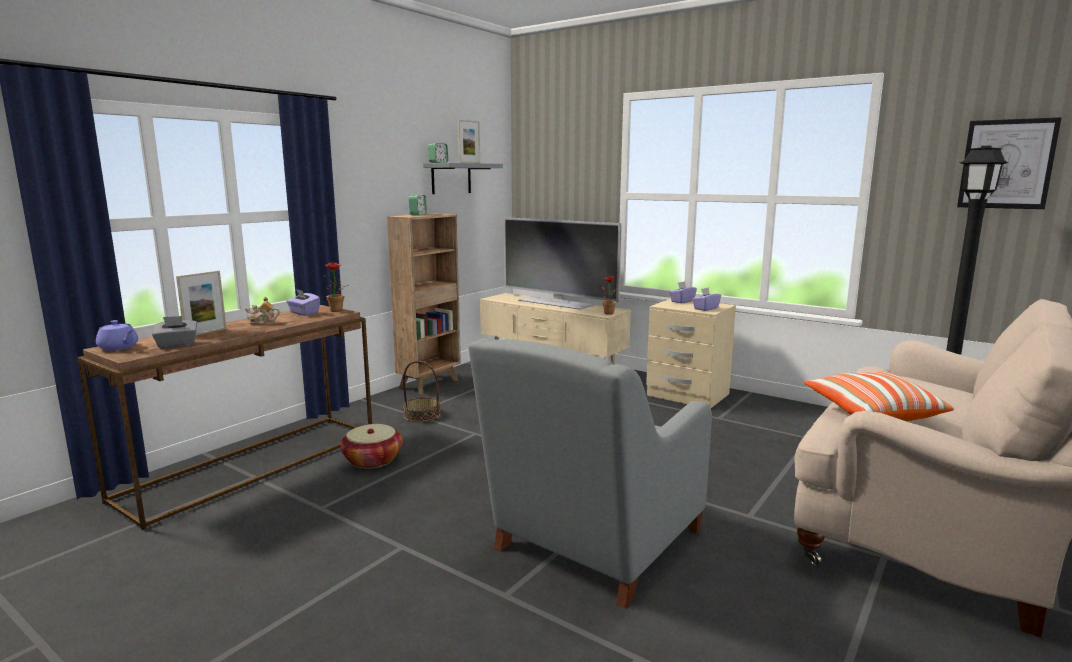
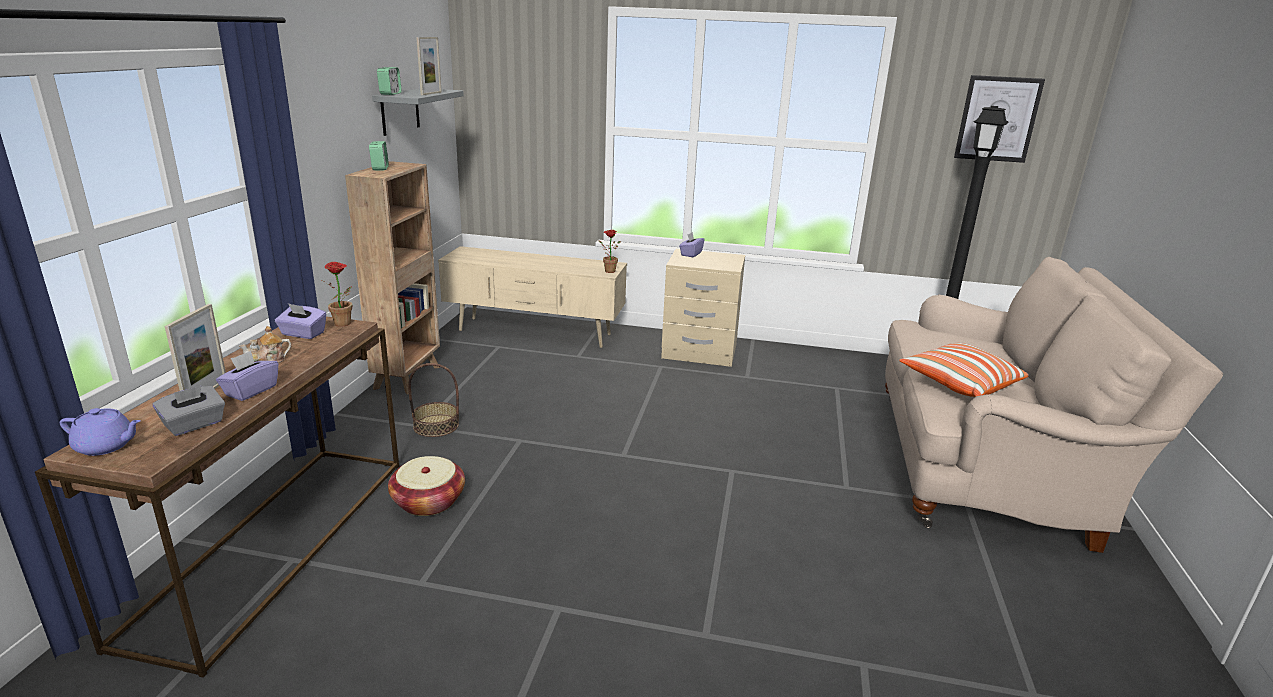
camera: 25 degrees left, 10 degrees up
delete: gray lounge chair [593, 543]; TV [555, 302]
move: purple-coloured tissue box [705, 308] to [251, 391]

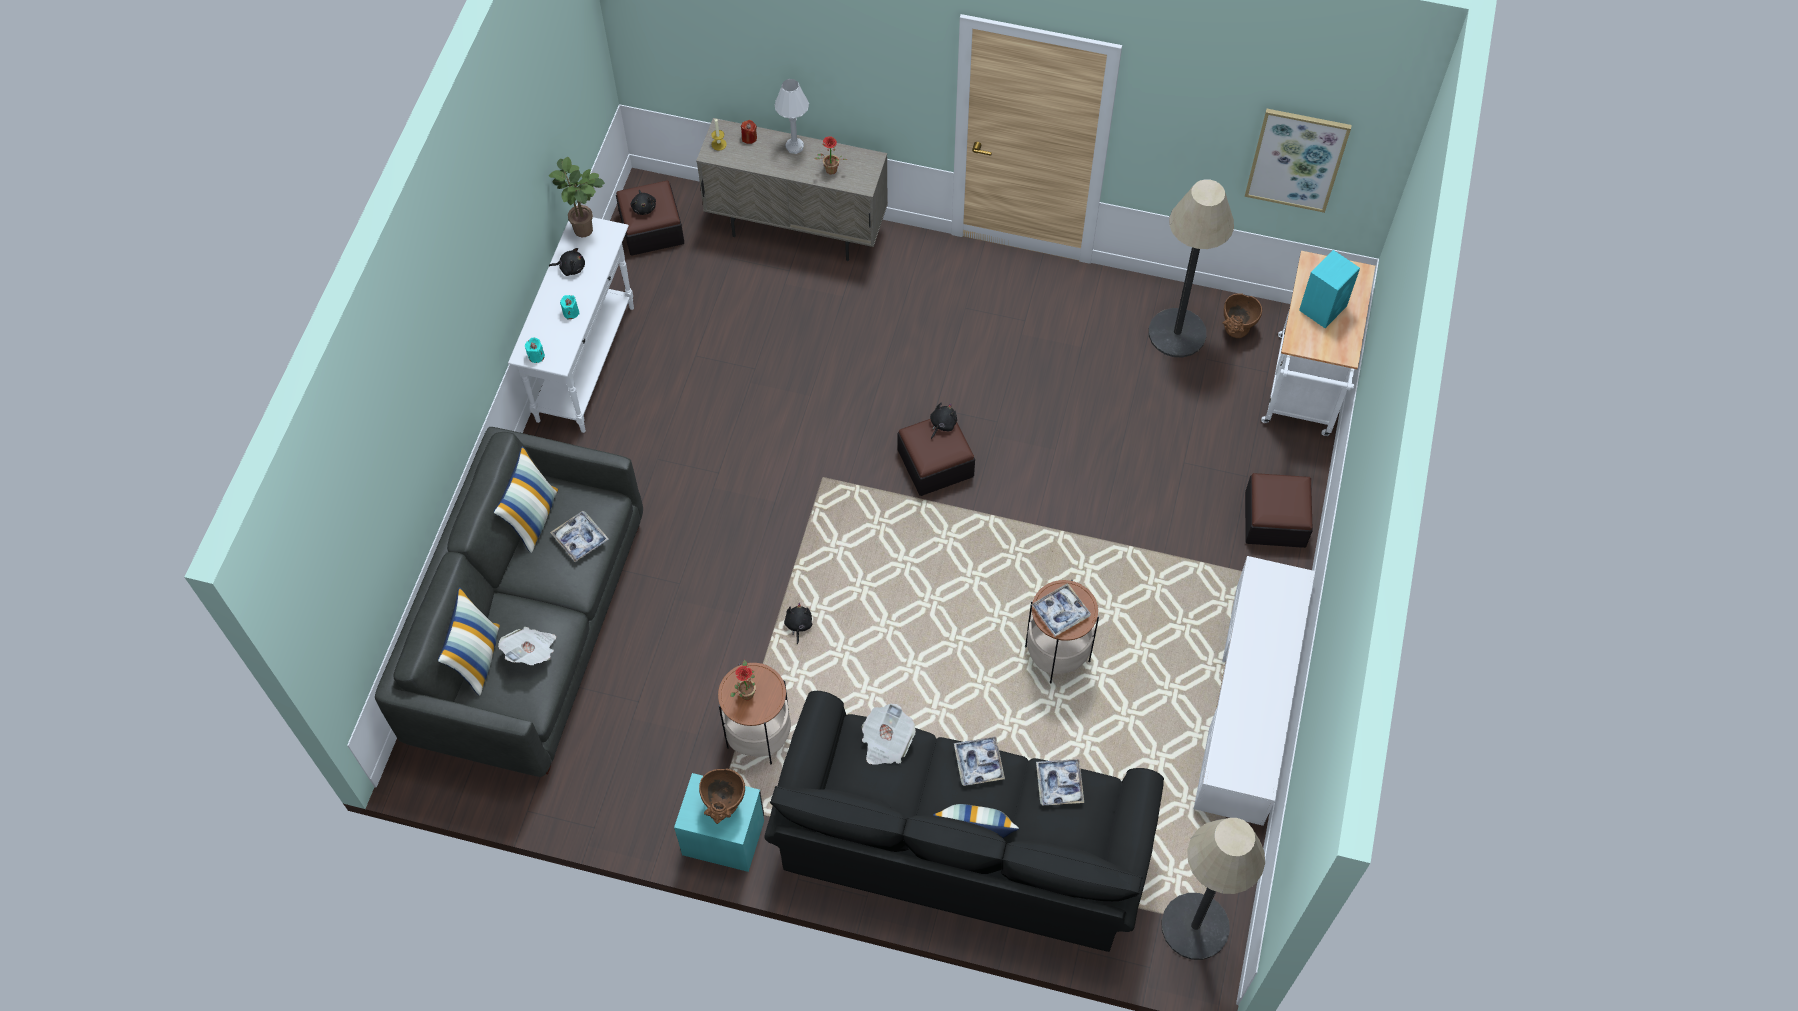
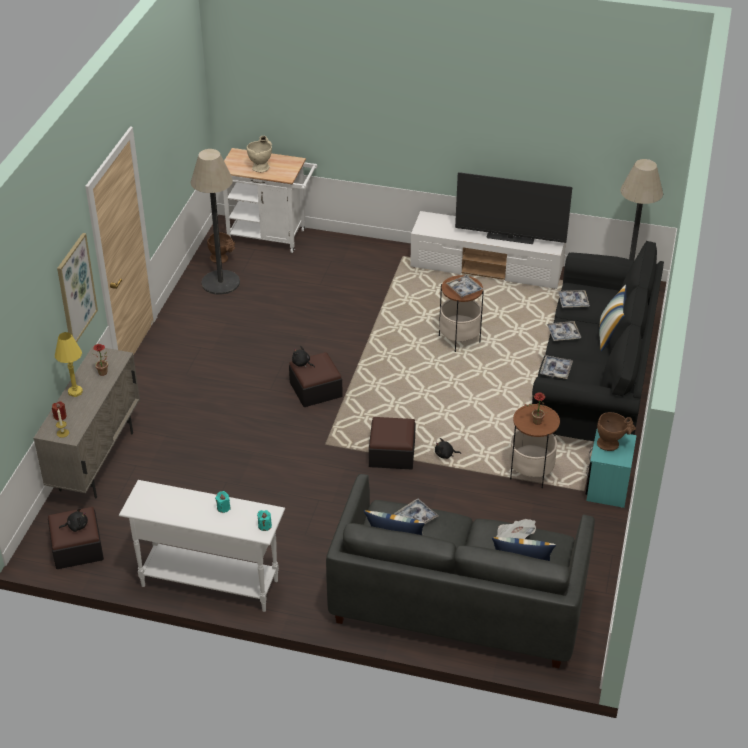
camera: 90 degrees left, 20 degrees down
delete: plant in a pot [586, 231]; blackish cuddly toy [571, 267]
insert: TV [510, 239]
move: picture [1296, 159] to [76, 289]; pouffe [1275, 519] to [392, 453]
replace: printed paper [886, 742] to carrying tray [556, 370]; turquoise-coloured audio speaker [1323, 307] to beige flower vase [261, 166]
recolor: whitish tabletop lamp [794, 146] to yellow-coloured tabletop lamp [75, 392]

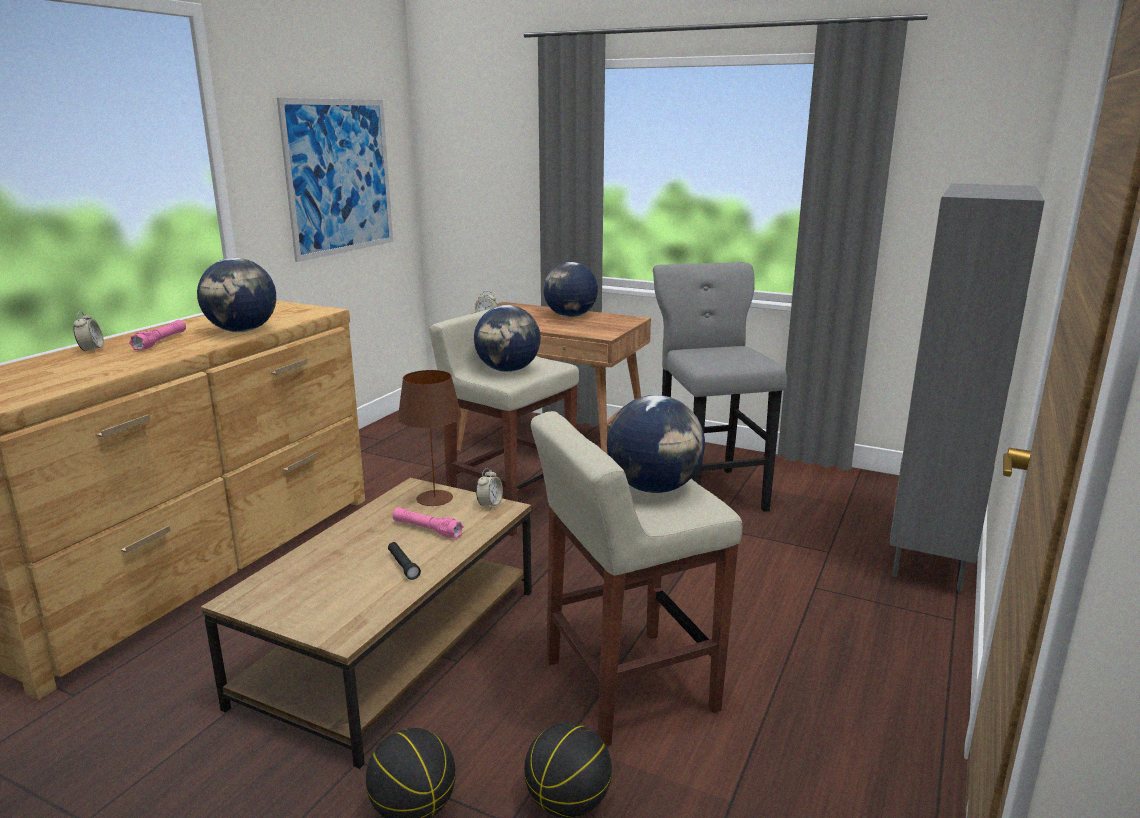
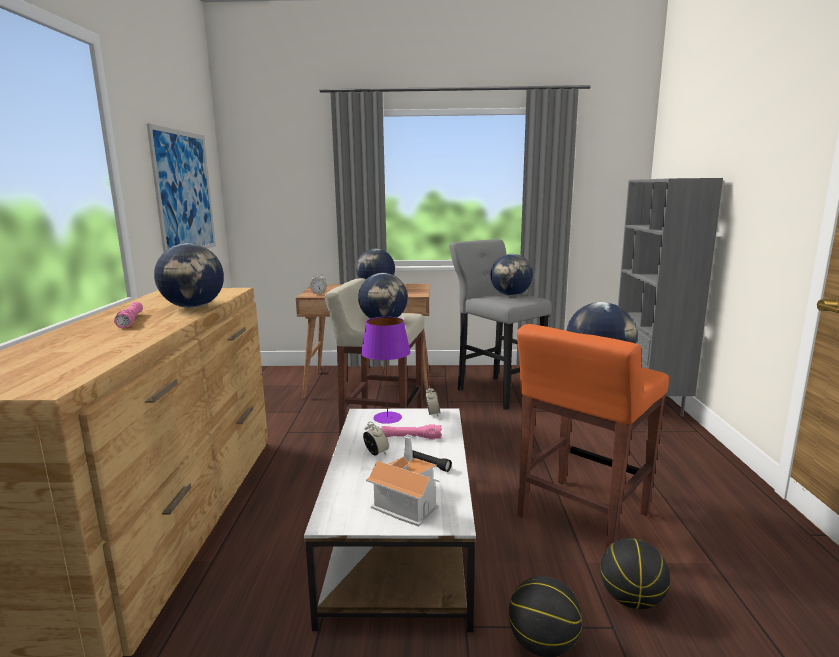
camera: 25 degrees left, 5 degrees down
insert: model house [406, 500]; world globe [511, 295]
move: bedside clock [91, 350] to [376, 453]
recolor: brown low table [394, 643] to whitish low table [399, 536]; brown tabletop lamp [434, 498] to purple-coloured tabletop lamp [387, 418]; beige stool [626, 686] to orange stool [581, 516]

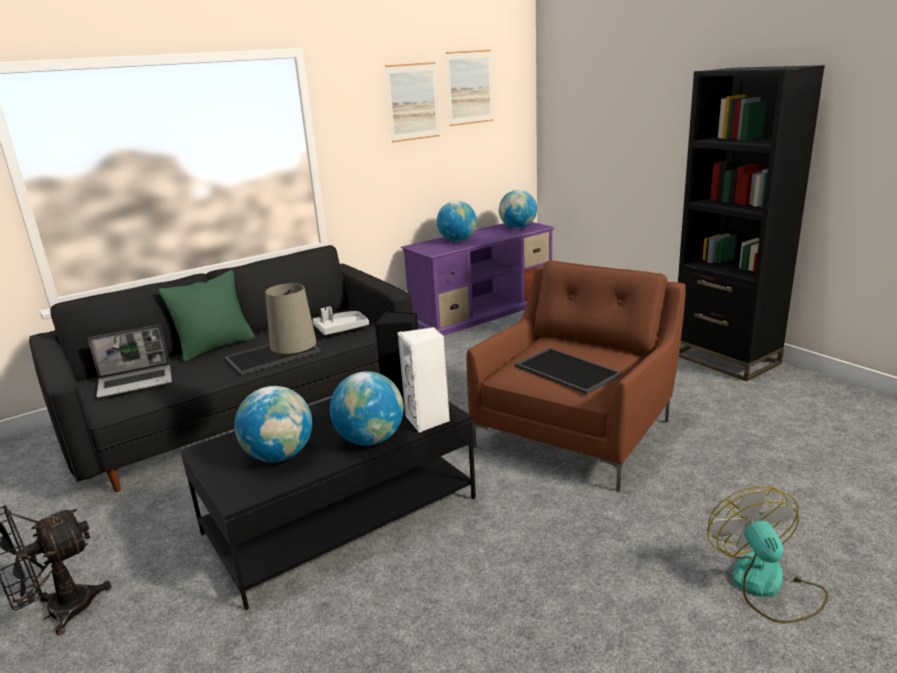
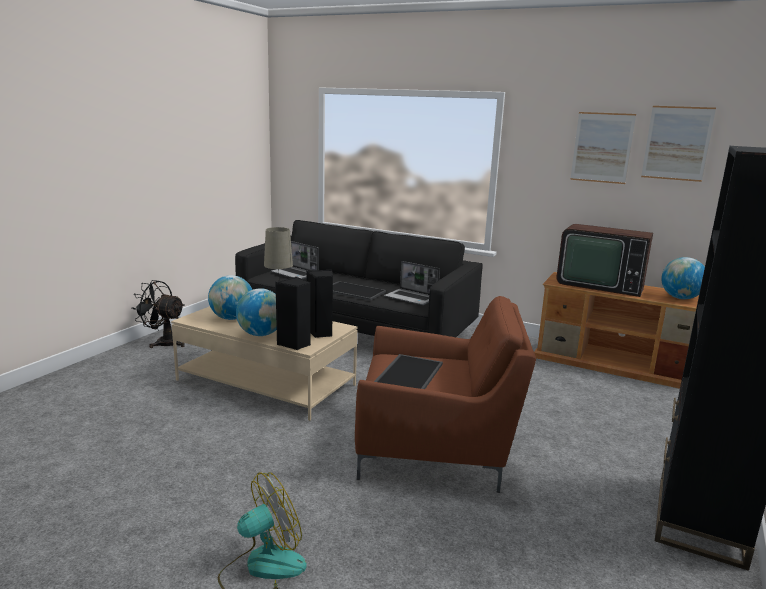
camera: 60 degrees right, 5 degrees down
delete: greenish throw pillow [215, 347]
replace: gray carrying tray [341, 329] to notebook computer [412, 298]; world globe [457, 241] to TV [599, 284]
recolor: blackish low table [341, 515] to beige low table [266, 383]; whitish audio speaker [428, 420] to blackish audio speaker [294, 344]; purple-coloured media console [484, 310] to brown media console [616, 364]

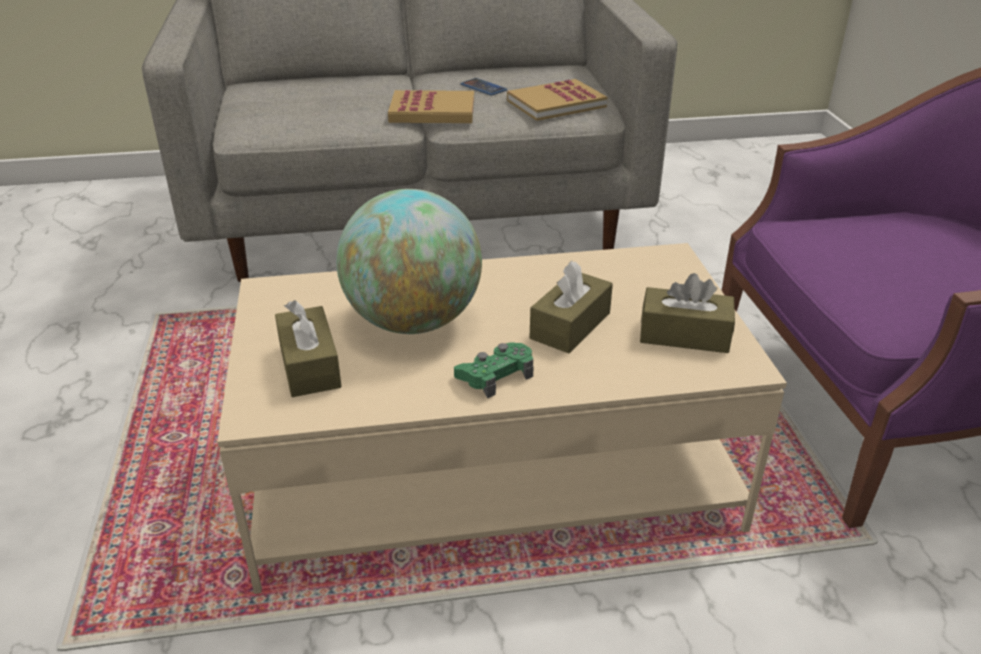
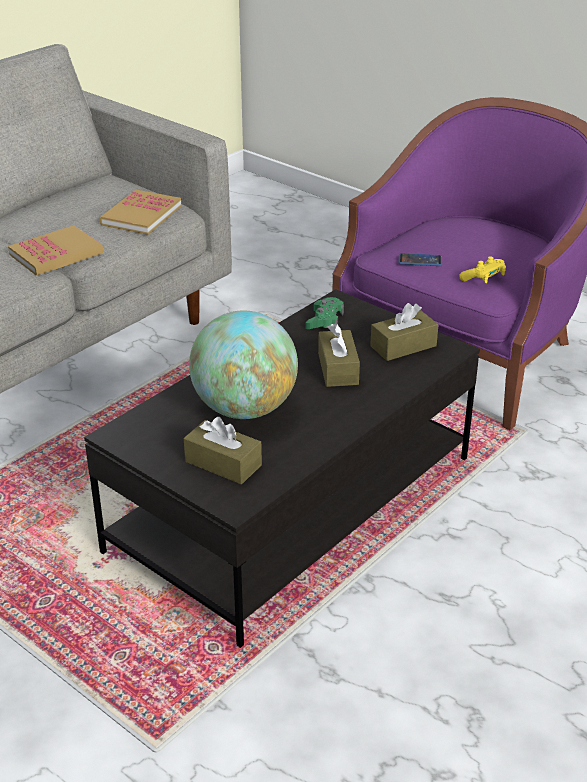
camera: 40 degrees left, 0 degrees up
insert: yellow-coloured gamepad [483, 278]
move: greenish gamepad [495, 375] to [325, 320]; phone [483, 87] to [420, 260]
recolor: beige low table [491, 471] to blackish low table [293, 503]

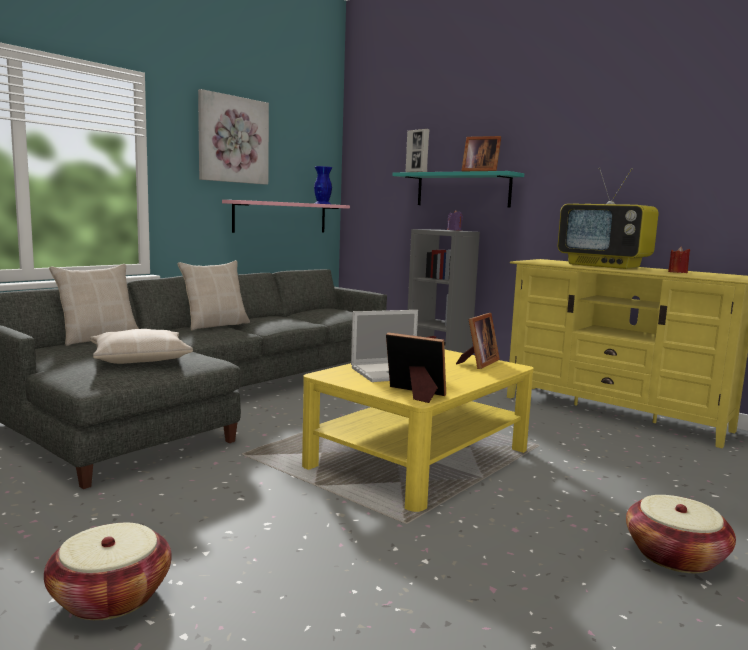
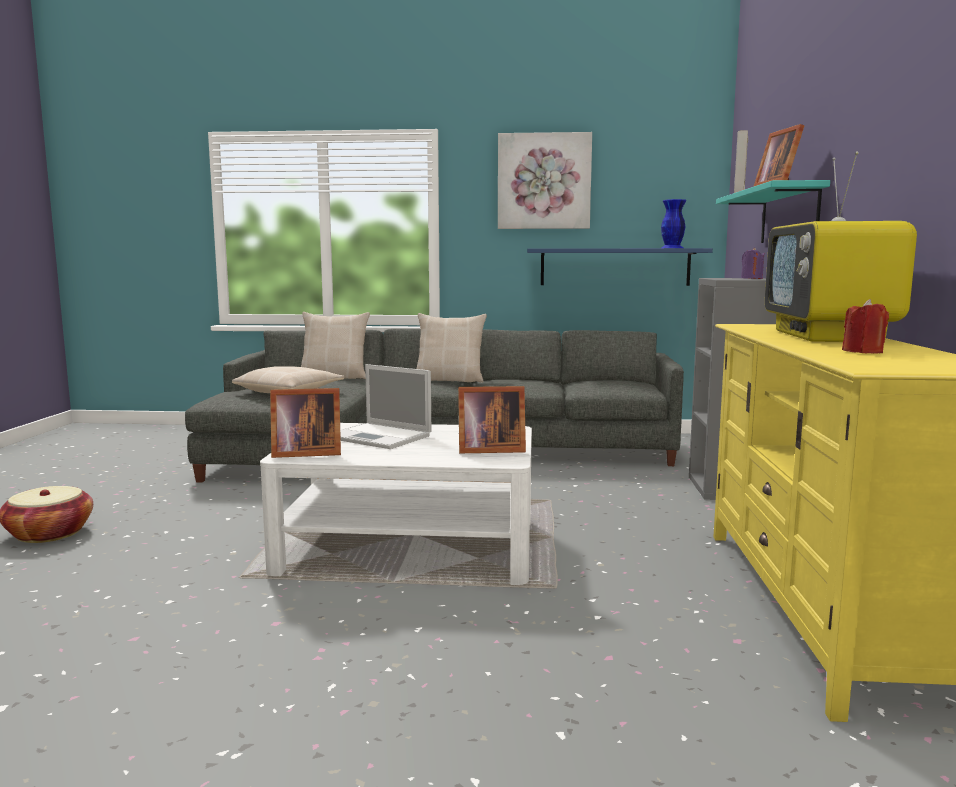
camera: 55 degrees right, 0 degrees up
delete: basket [675, 556]
recolor: pink wall shelf [281, 217] to blue wall shelf [615, 267]; yellow-coloured low table [419, 457] to whitish low table [410, 546]
rotate: standing frame [415, 394] = [304, 453] 90 degrees clockwise

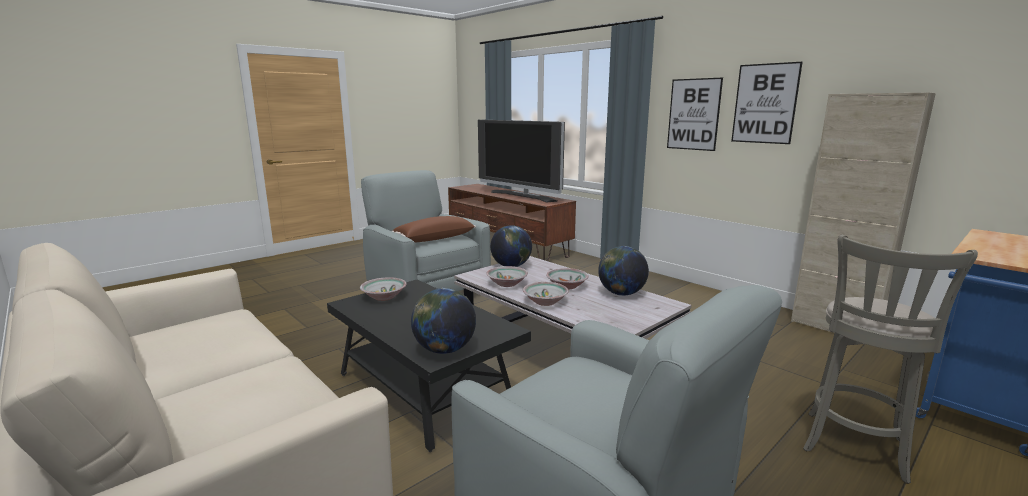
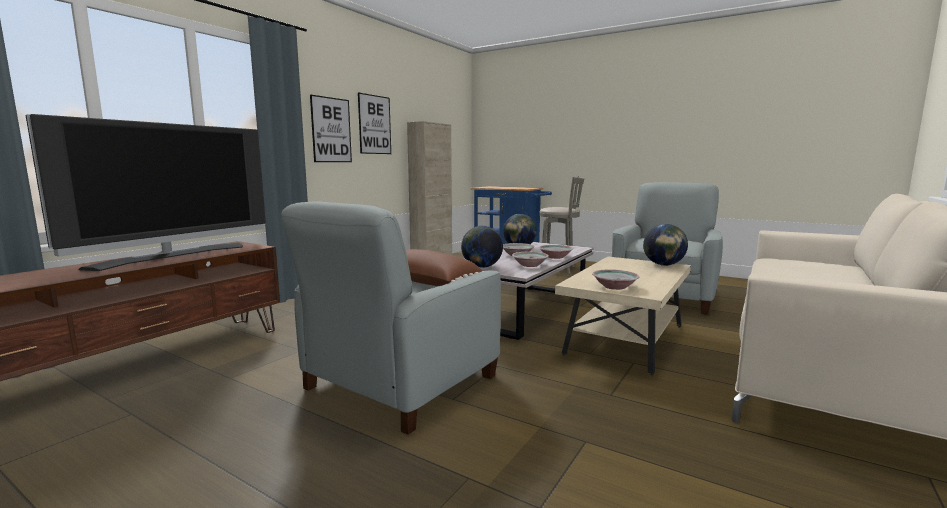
camera: 105 degrees left, 5 degrees down
recolor: blackish low table [424, 390] to beige low table [625, 340]

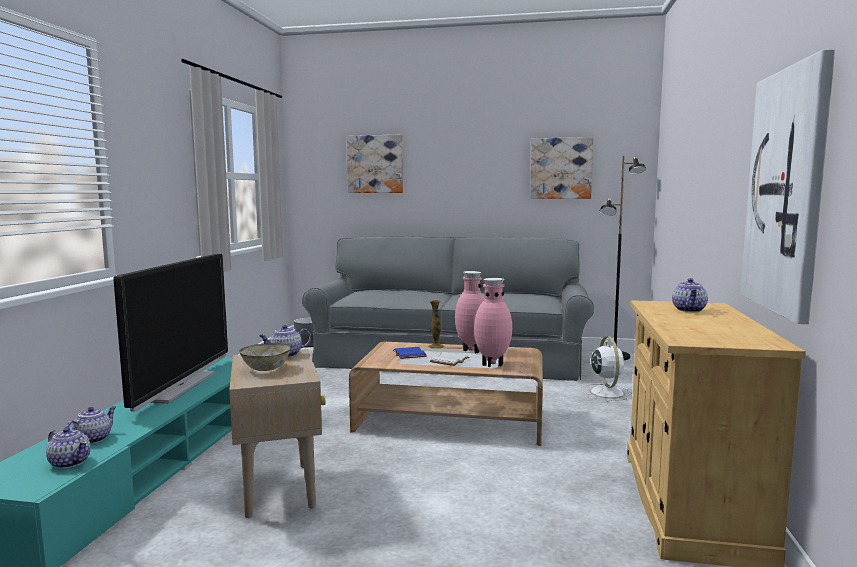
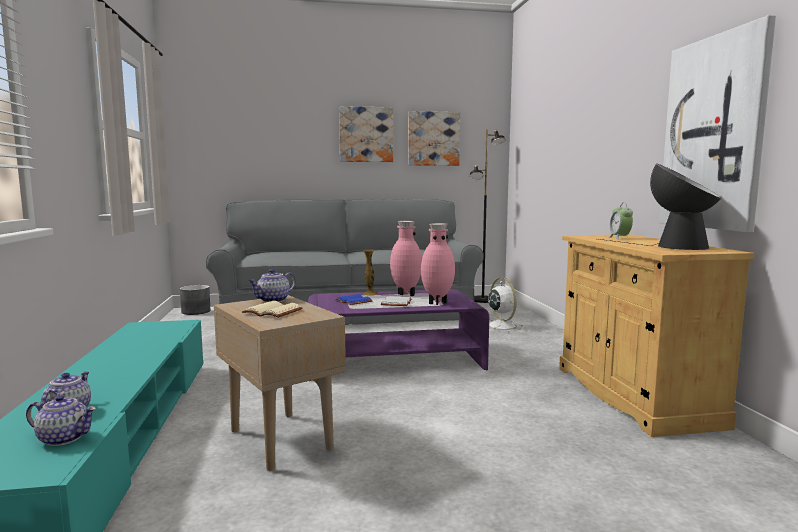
camera: 20 degrees left, 0 degrees up
delete: TV [179, 386]
insert: tabletop lamp [672, 246]
move: picture [375, 164] to [366, 134]
replace: bowl [265, 369] to beige volume [271, 312]; pot for tea [689, 310] to bedside clock [619, 238]
recolor: brown low table [450, 419] to purple-coloured low table [393, 359]

